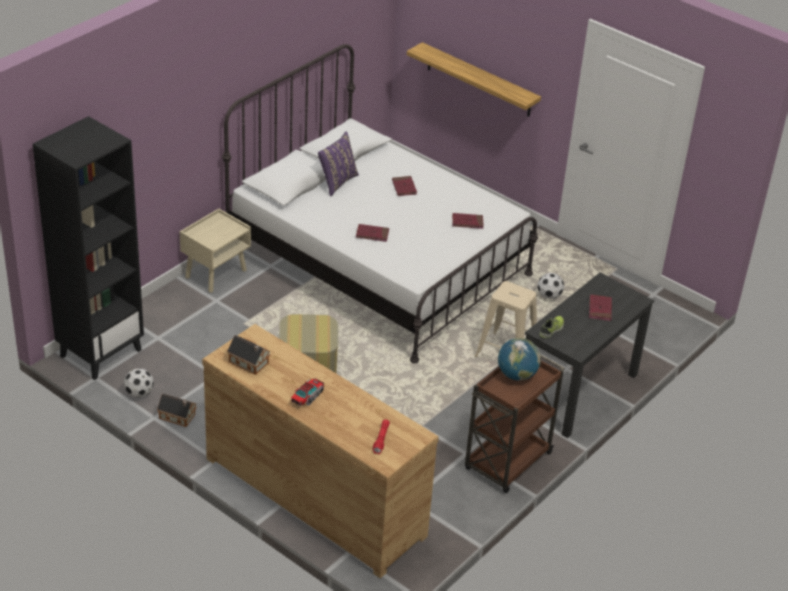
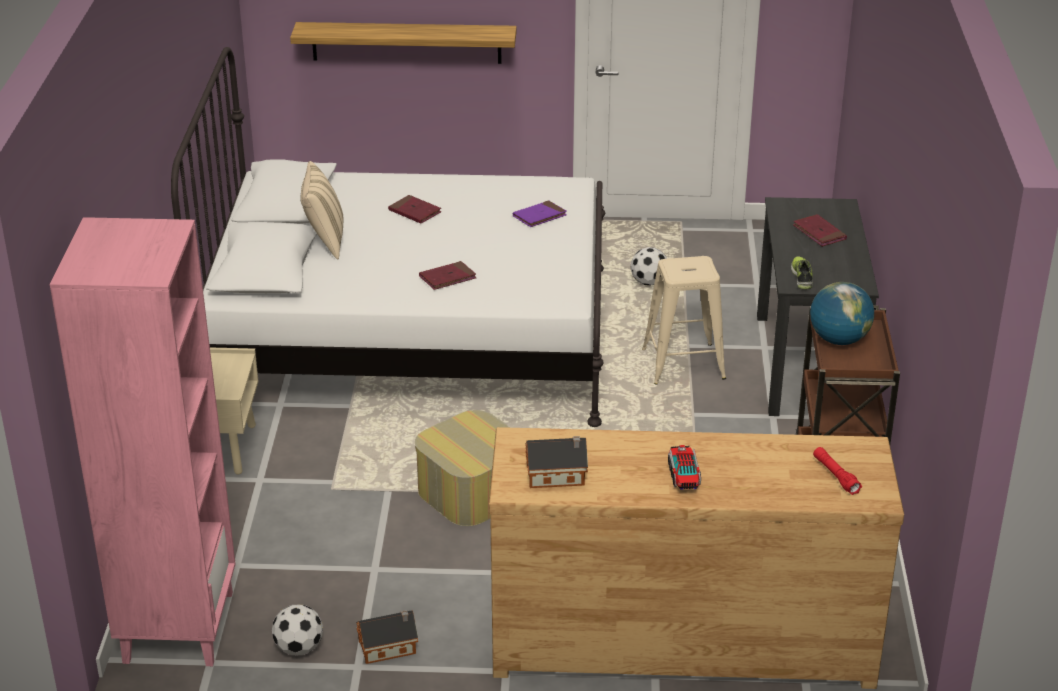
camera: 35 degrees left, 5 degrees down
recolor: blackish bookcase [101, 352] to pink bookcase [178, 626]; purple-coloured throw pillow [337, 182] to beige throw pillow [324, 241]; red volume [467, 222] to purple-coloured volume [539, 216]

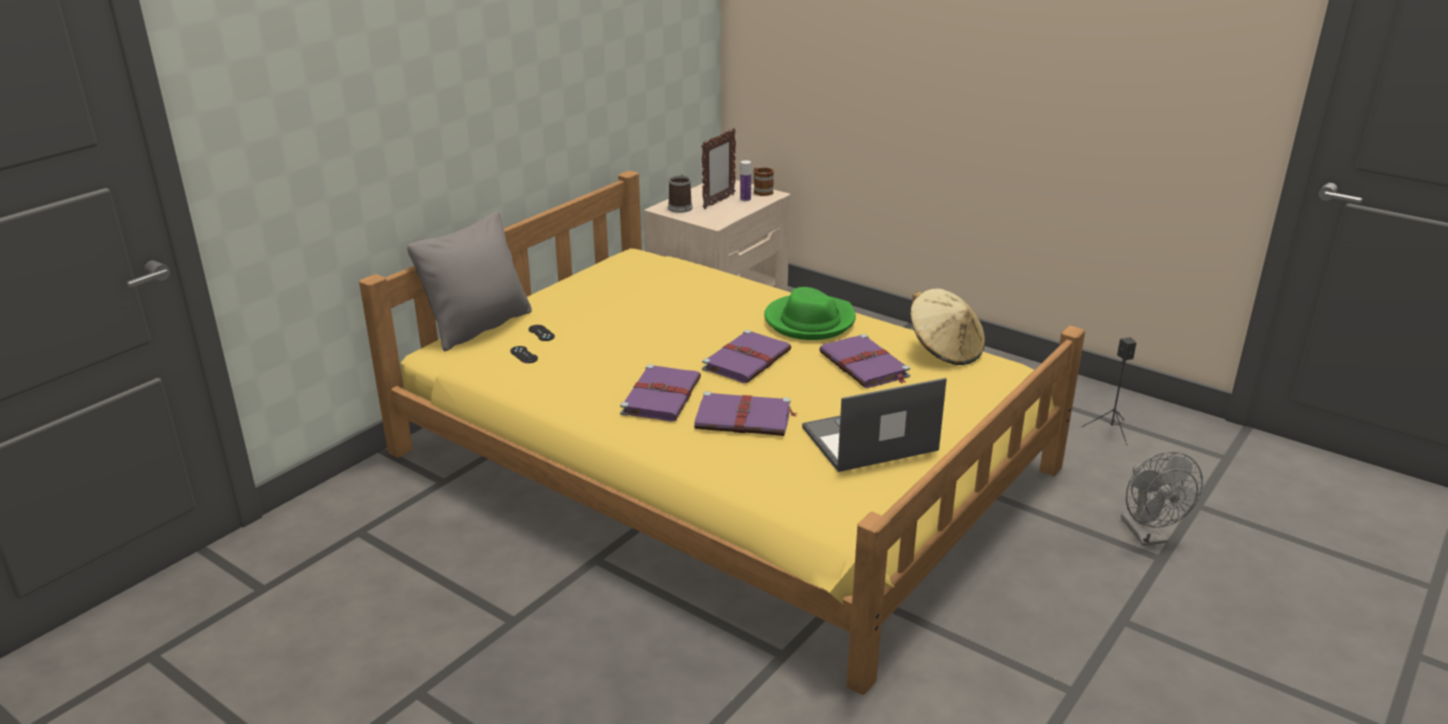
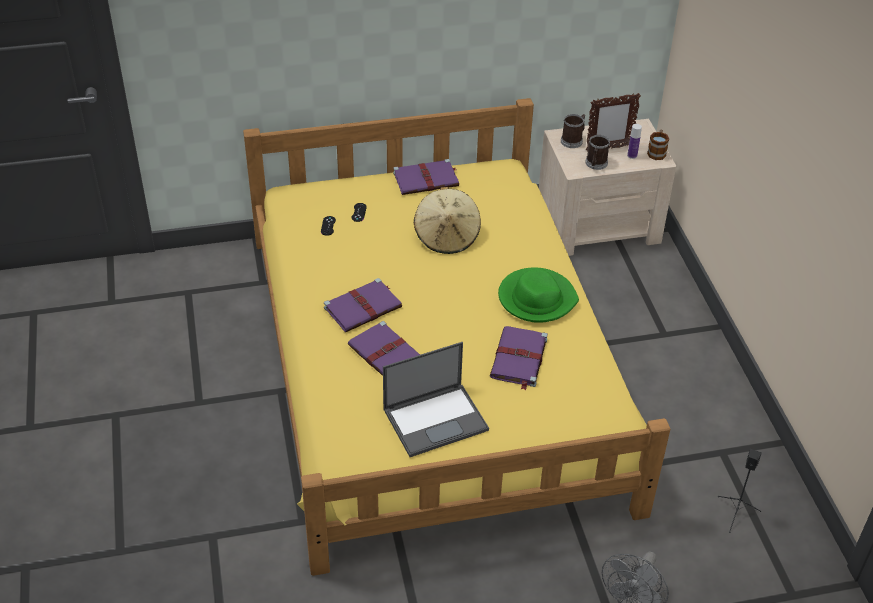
camera: 40 degrees right, 15 degrees up
delete: gray throw pillow [478, 327]
insert: tea mug [595, 164]
move: purple-coloured volume [747, 359] to [427, 179]; beige wearable hat [945, 350] to [447, 237]
rotate: notebook computer [868, 440] = [436, 419] 135 degrees clockwise

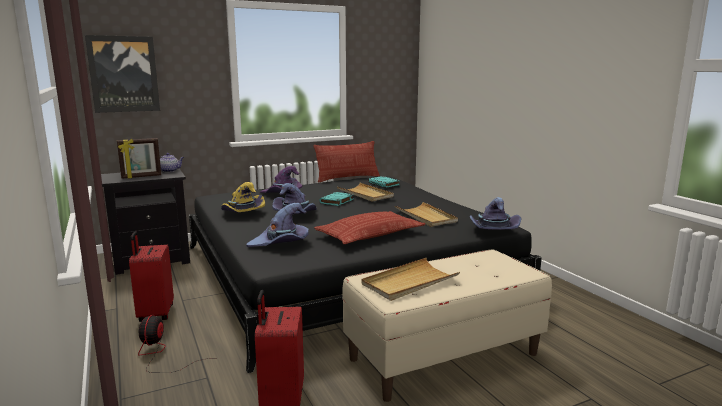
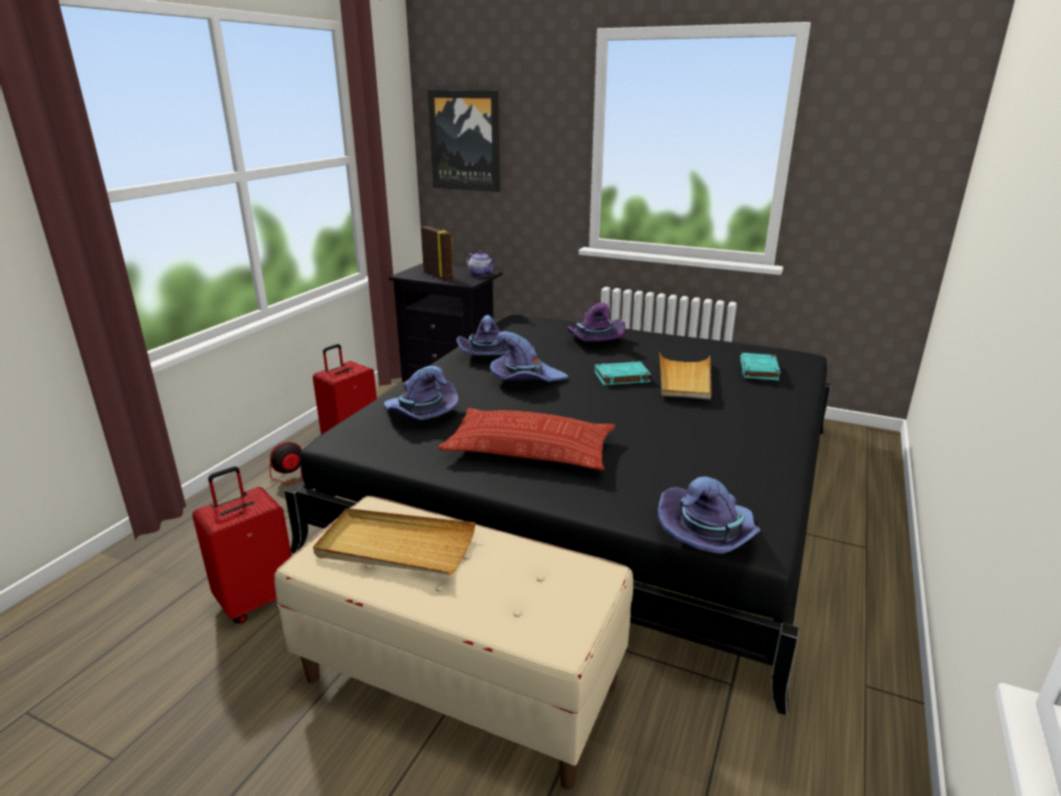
camera: 50 degrees right, 10 degrees up
delete: throw pillow [347, 178]; beige carrying tray [426, 217]
recolor: yellow-coloured wearable hat [242, 213] to purple-coloured wearable hat [488, 355]
rotate: standing frame [141, 177] = [438, 276] 150 degrees counterclockwise

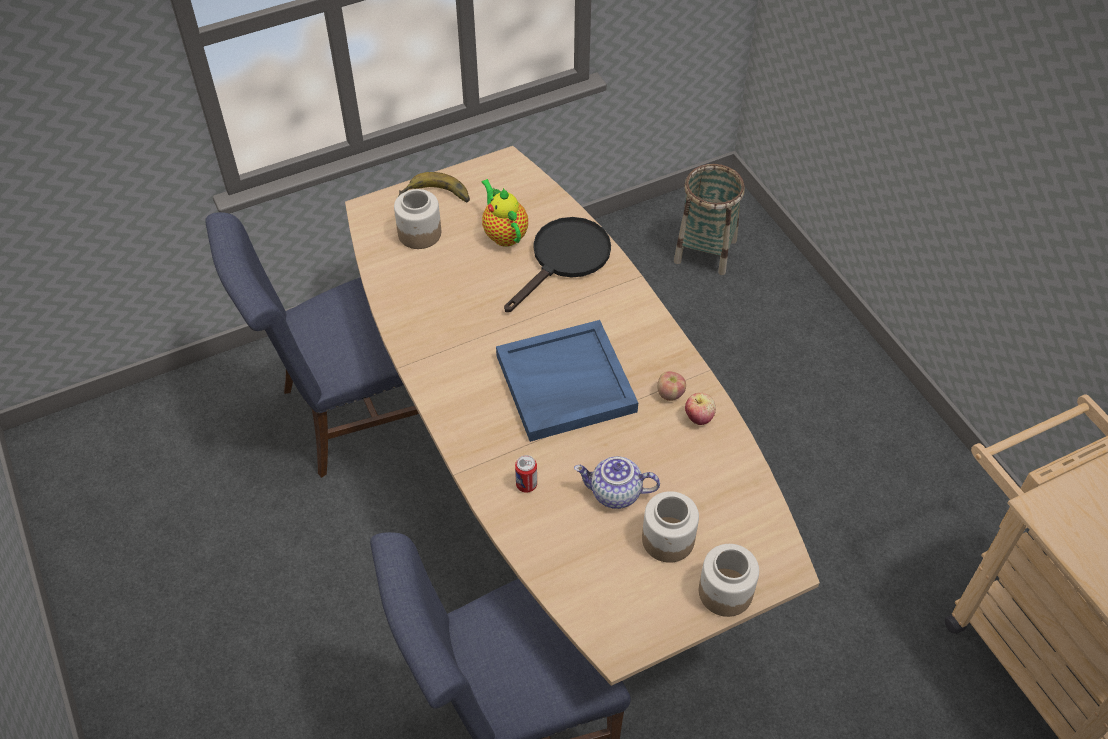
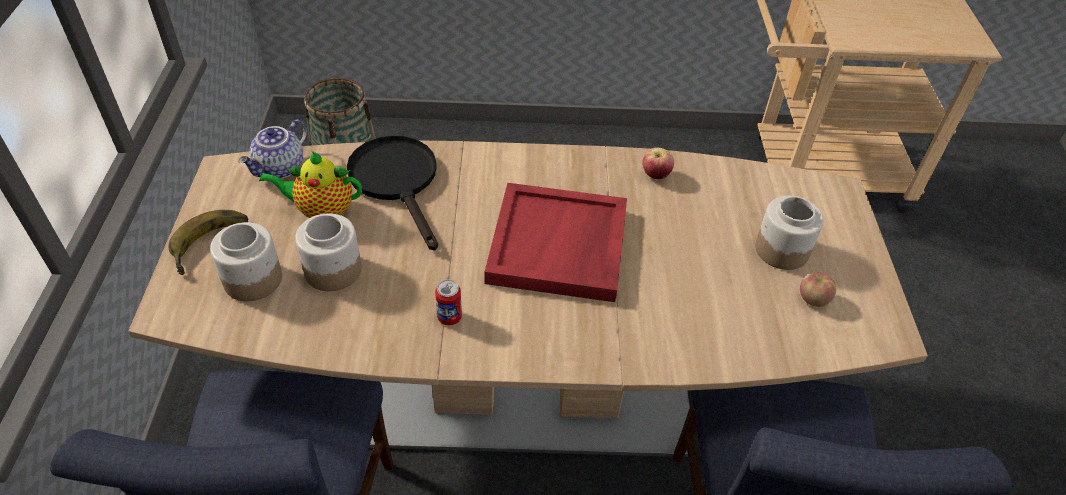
camera: 65 degrees left, 5 degrees down
move: can [526, 485] to [449, 317]; pot for tea [615, 494] to [280, 168]; apple [670, 393] to [813, 299]; preserve jar [724, 591] to [332, 270]
recolor: blue carrying tray [565, 384] to red carrying tray [559, 246]

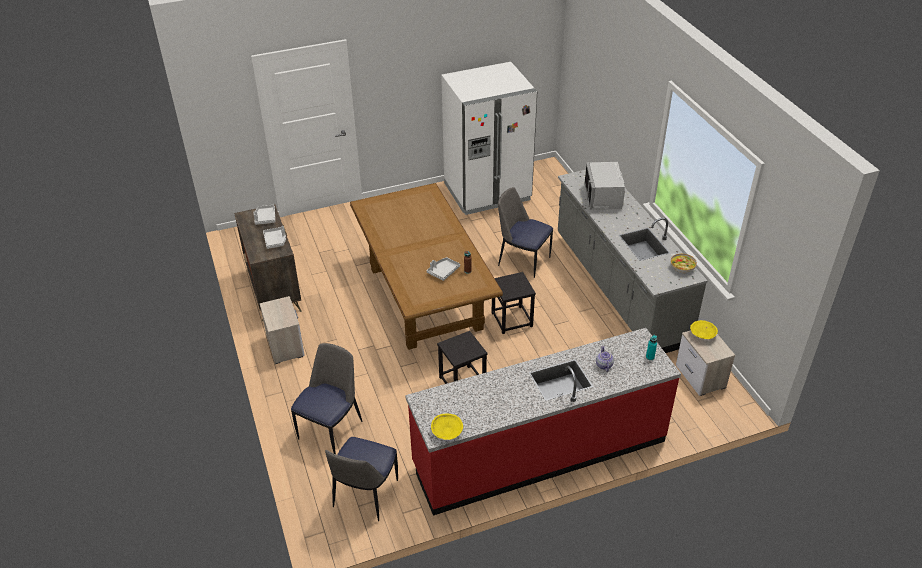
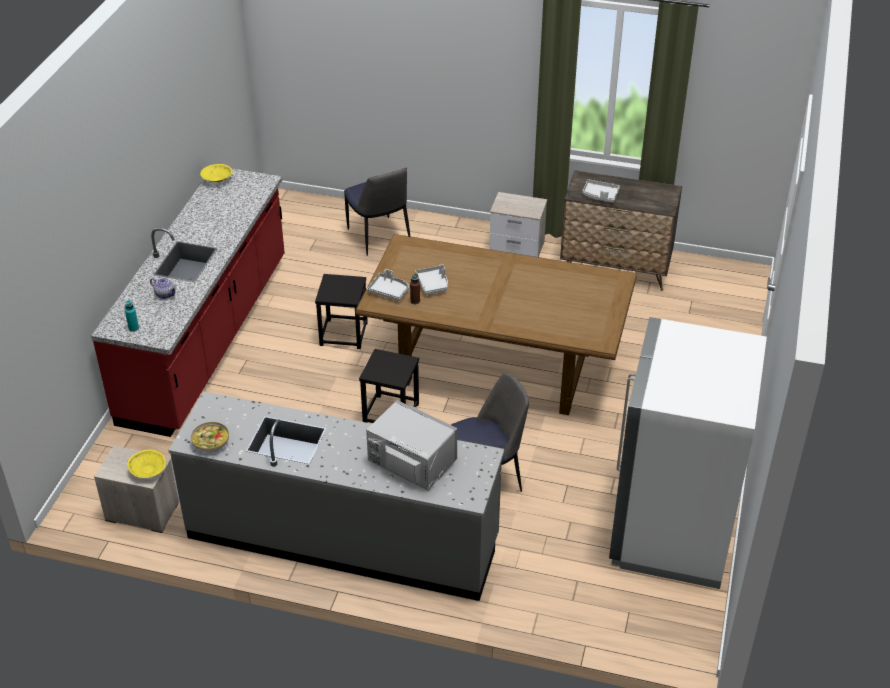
camera: 125 degrees right, 0 degrees up
delete: upright chair [365, 495]
move: gray carrying tray [265, 218] to [389, 291]

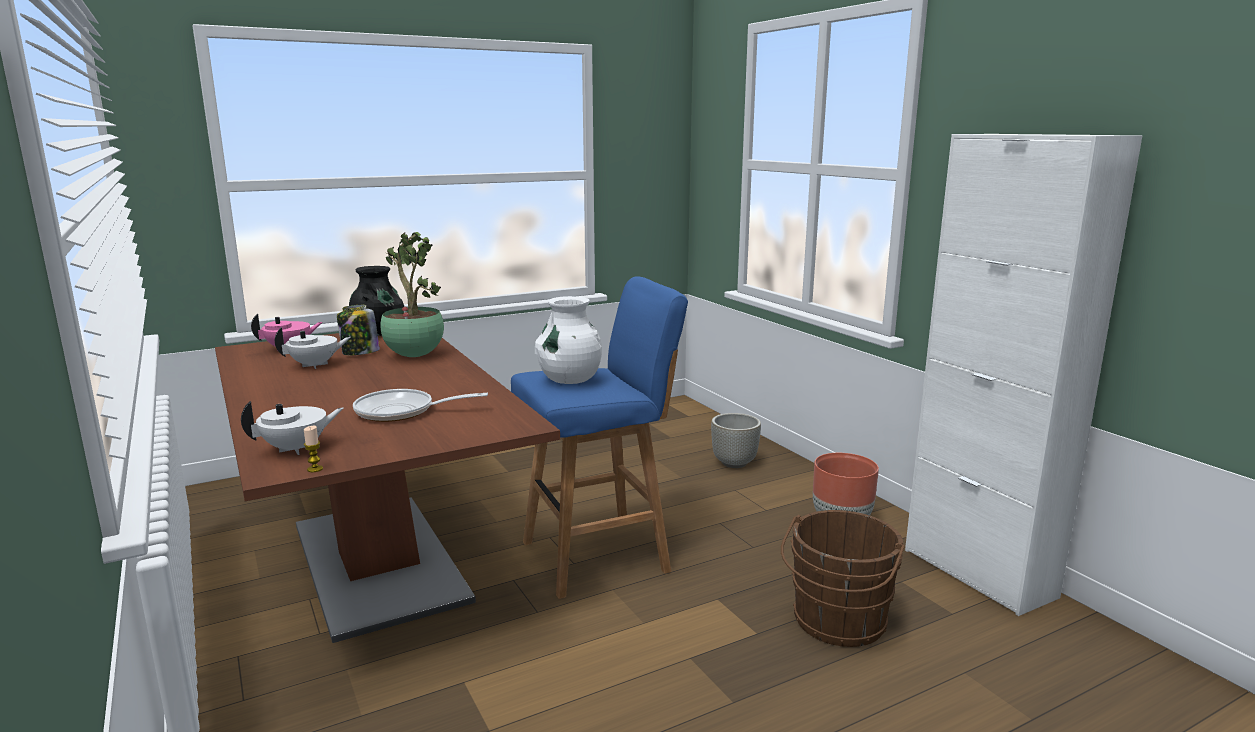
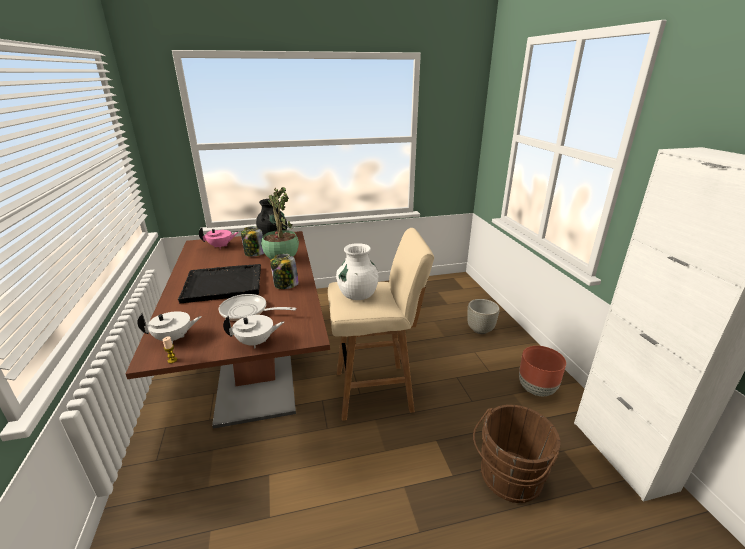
camera: 15 degrees right, 10 degrees up
insert: blackish carrying tray [224, 284]; preserve jar [286, 285]
move: whitish pot for tea [315, 365] to [256, 342]
recolor: blue stool [599, 556] to beige stool [376, 391]

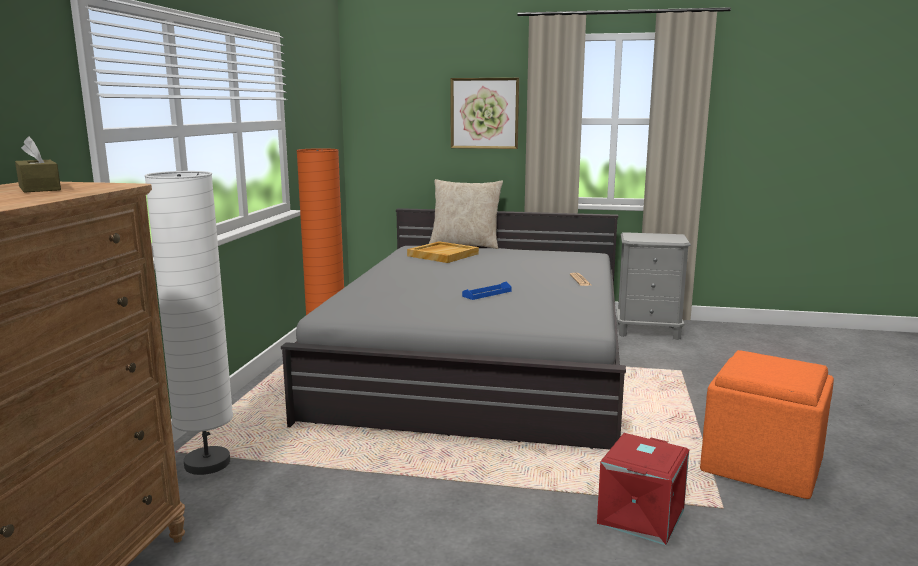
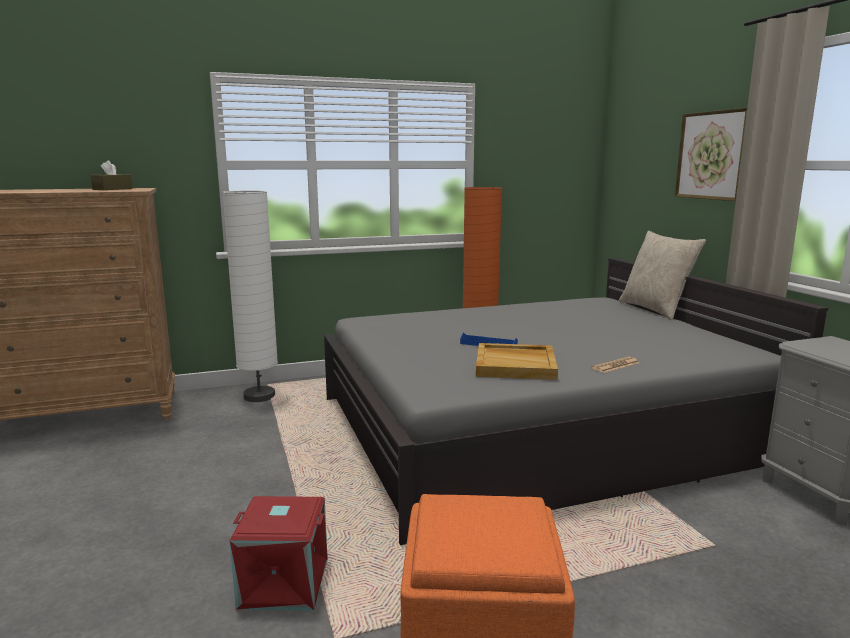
camera: 60 degrees right, 0 degrees up
move: beige carrying tray [443, 255] to [516, 365]

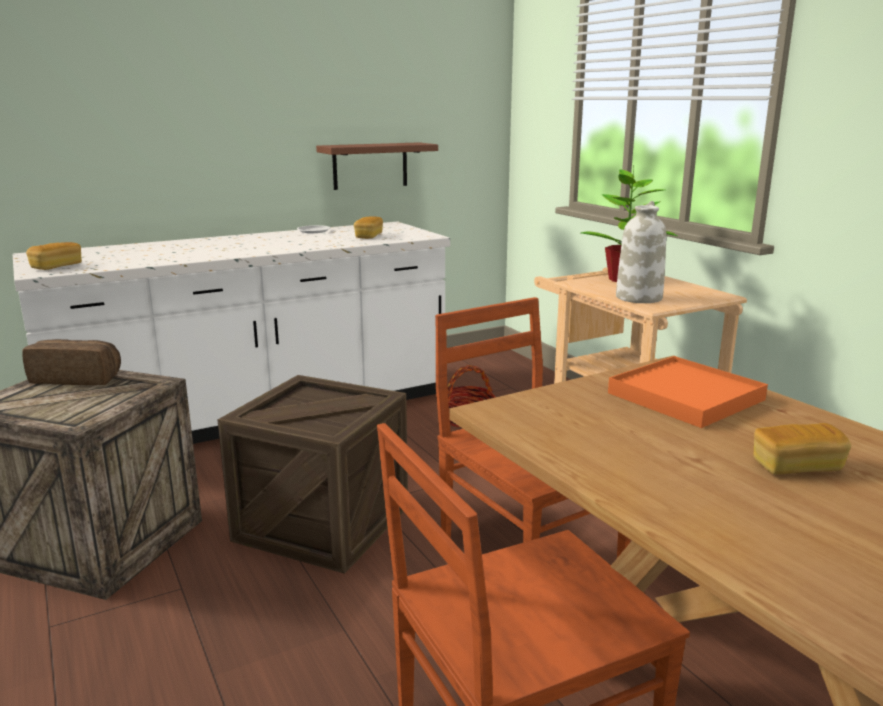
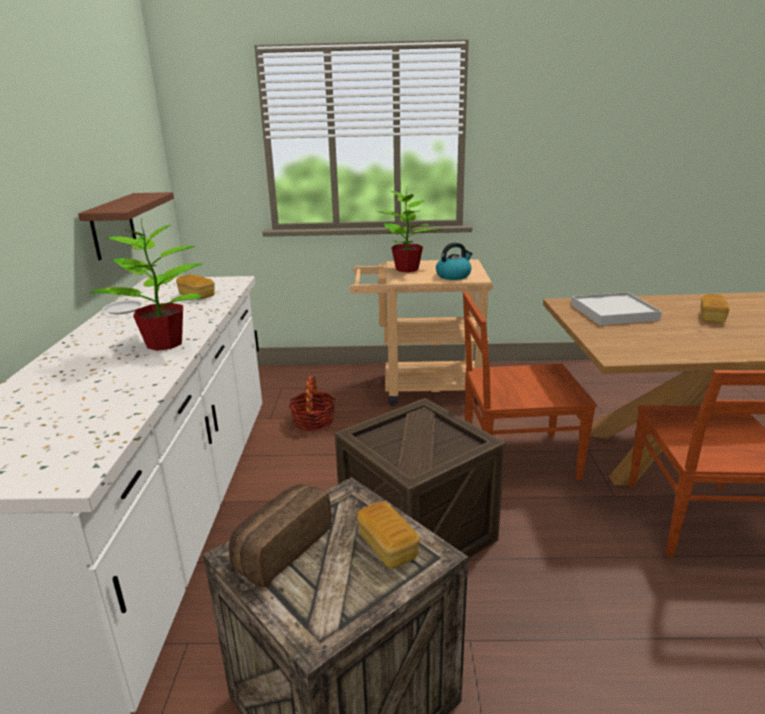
camera: 60 degrees left, 5 degrees up
insert: plant in a pot [166, 343]
move: bakery bread [57, 267] to [387, 547]
replace: whitish flower vase [638, 297] to kettle [453, 276]
recolor: orange carrying tray [685, 397] to whitish carrying tray [614, 312]

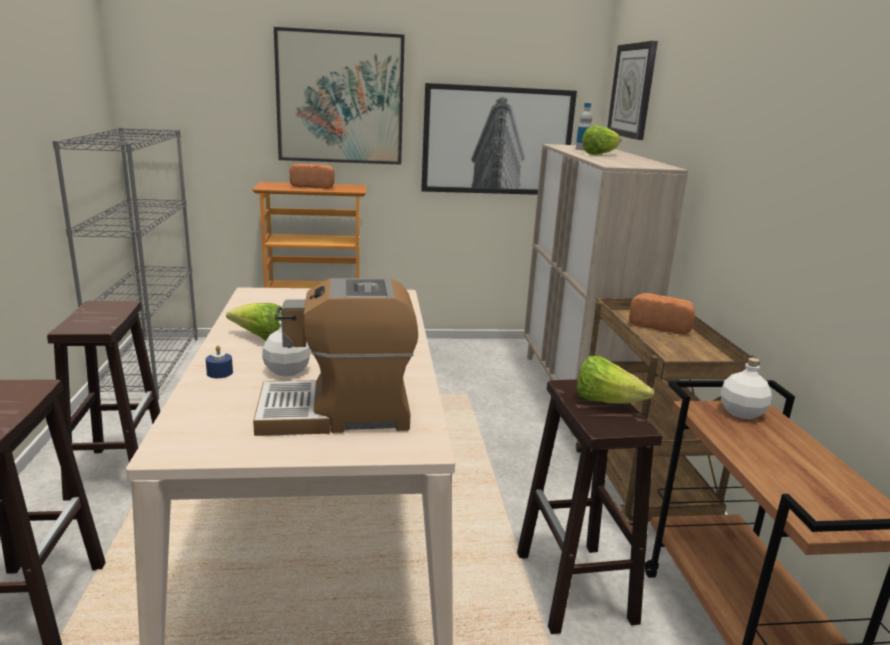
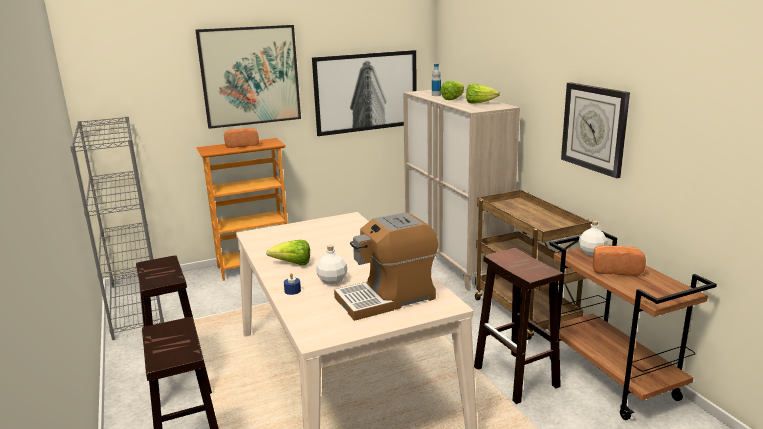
camera: 15 degrees left, 0 degrees up
move: head of lettuce [606, 402] to [479, 103]; clock on the wall [632, 90] to [594, 128]; bakery bread [661, 326] to [615, 269]

